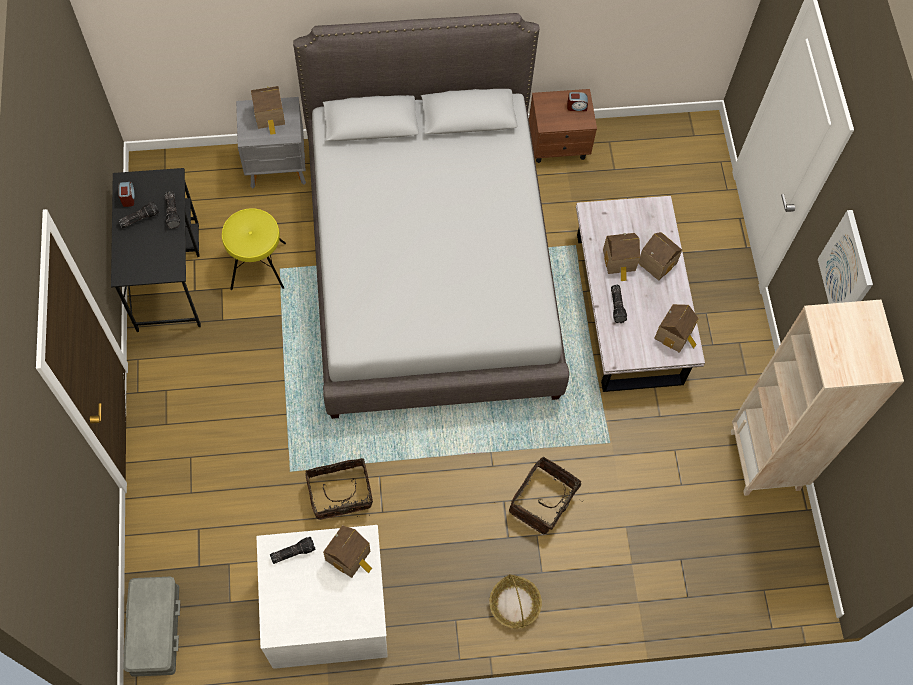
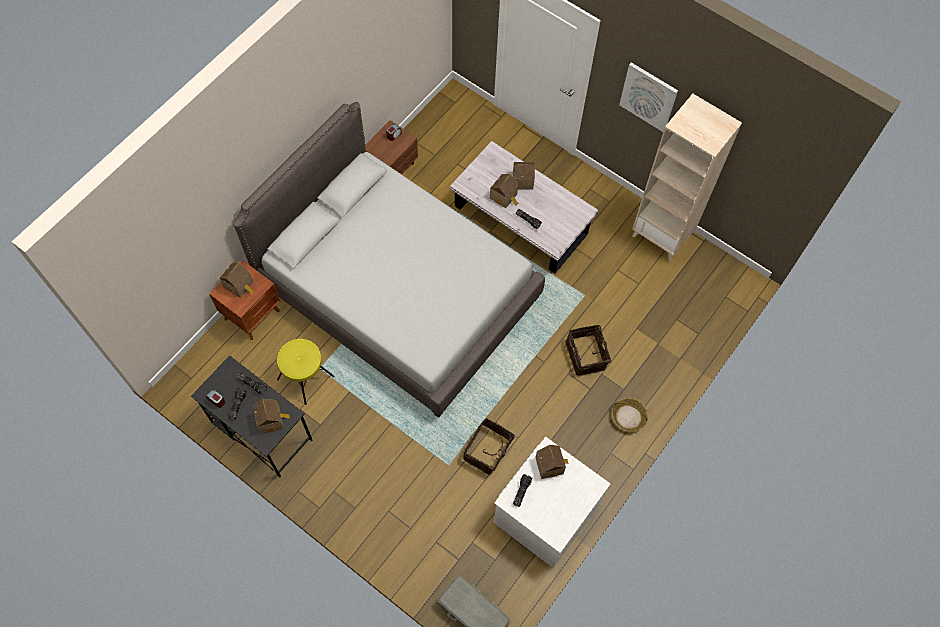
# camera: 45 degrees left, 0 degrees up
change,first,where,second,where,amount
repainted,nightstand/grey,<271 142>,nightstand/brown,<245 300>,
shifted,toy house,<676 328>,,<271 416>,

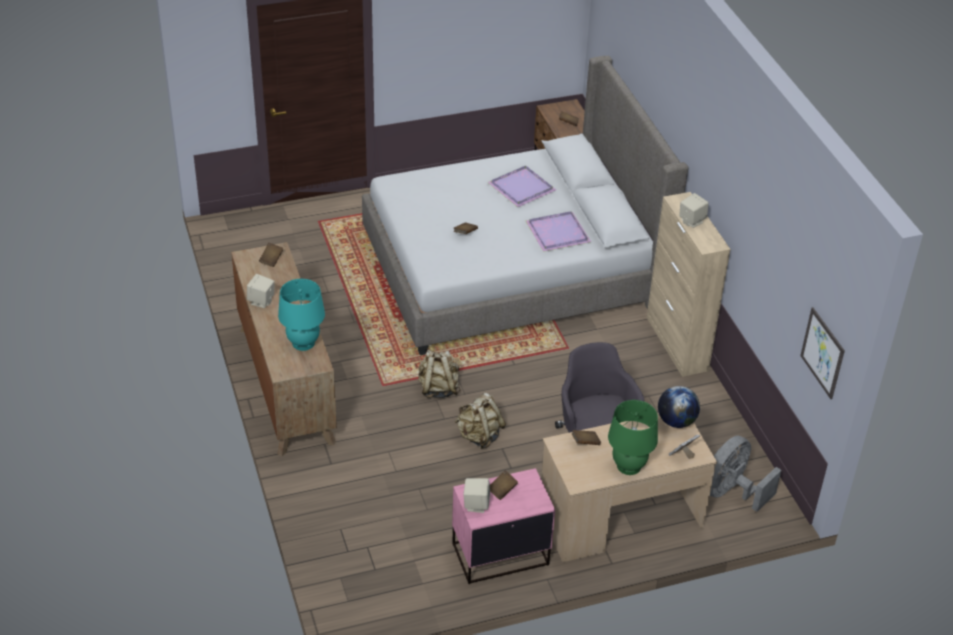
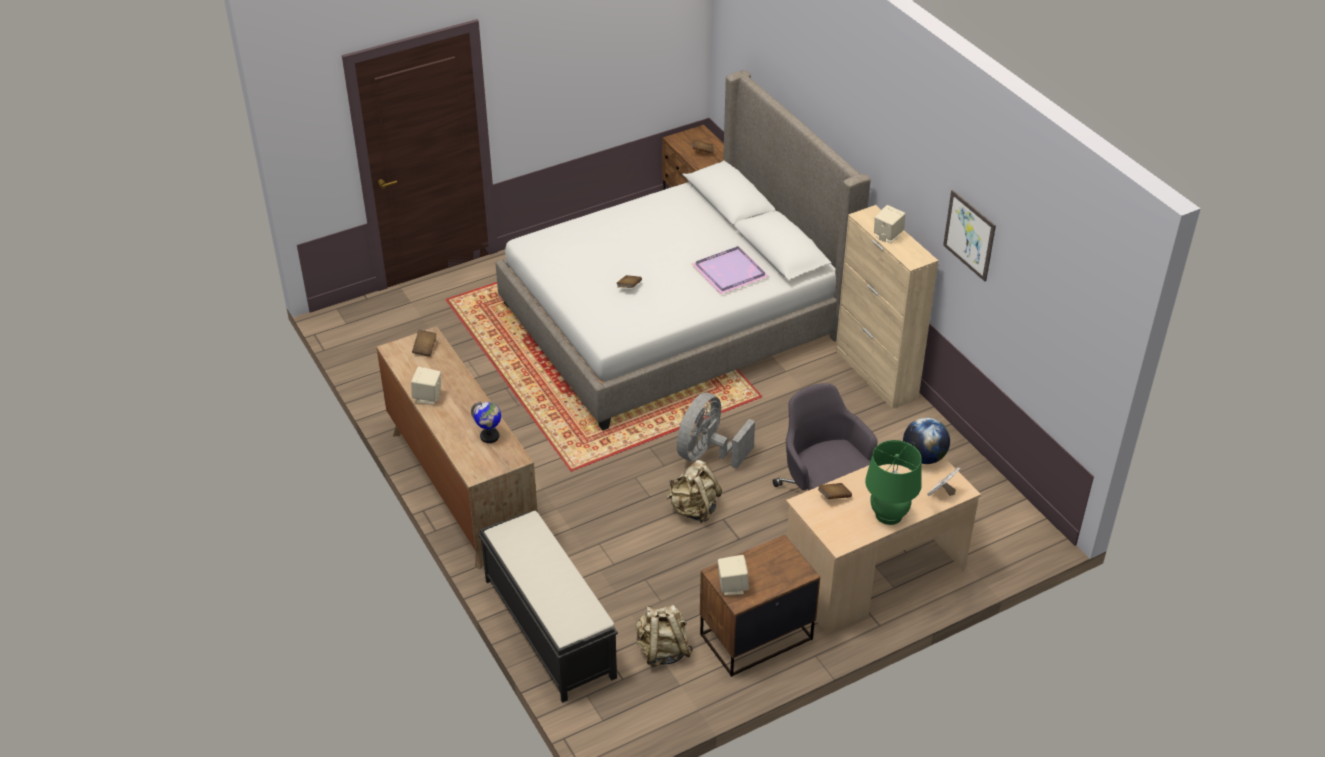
# camera: 10 degrees left, 0 degrees up
change,first,where,second,where,amount
swapped,table lamp/turquoise,<301 315>,globe,<486 422>,
new,,,bench/black,<548 607>,
shifted,backpack/beige,<439 374>,,<664 636>,
shifted,fan/grey,<745 474>,,<716 431>,
repainted,nightstand/pink,<503 526>,nightstand/brown,<760 606>,
shifted,picture,<822 353>,,<969 235>,
gone,tray/purple,<521 186>,,,
gone,book/brown,<504 485>,,,

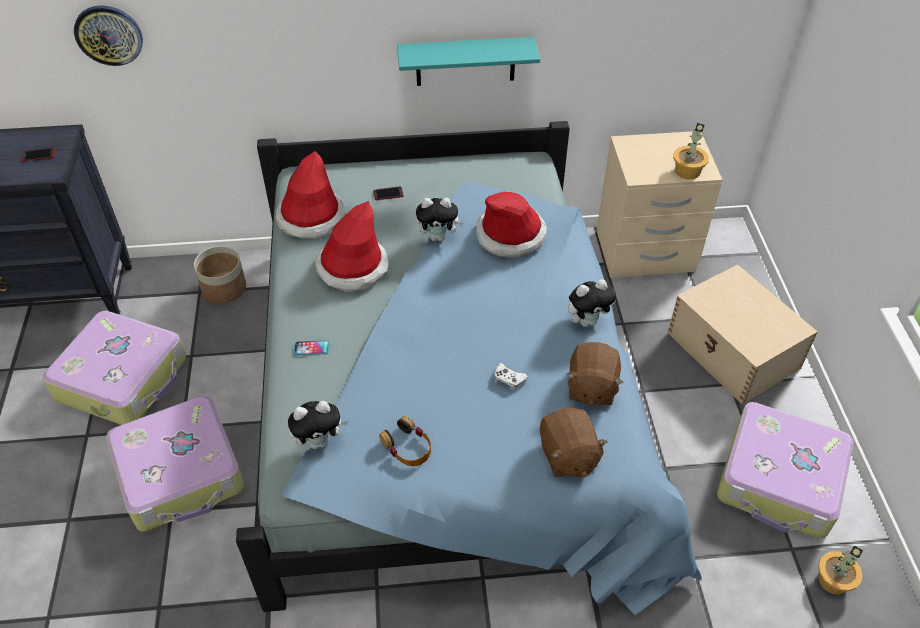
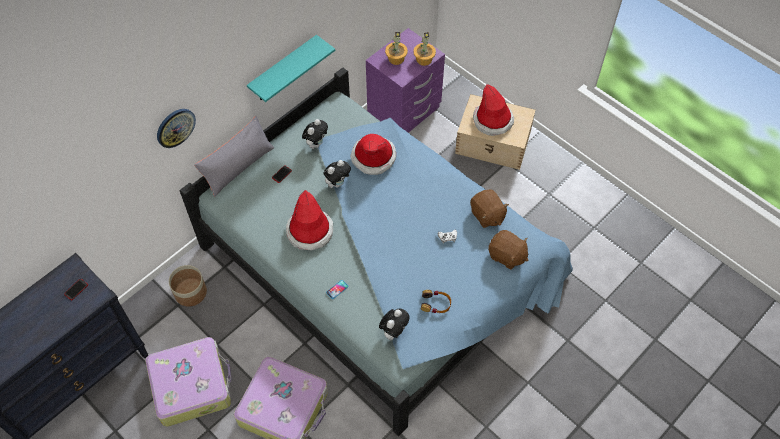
# camera: 40 degrees left, 10 degrees up
change,first,where,second,where,amount
shifted,wall clock,<108 35>,,<176 128>,
new,,,pillow/grey,<234 156>,
shifted,plush toy,<592 303>,,<315 134>,
repainted,nightstand/beige,<659 204>,nightstand/purple,<405 80>,
shifted,potted plant,<840 570>,,<396 48>,
shifted,hat,<311 195>,,<493 110>,
gone,suitcase,<785 470>,,,

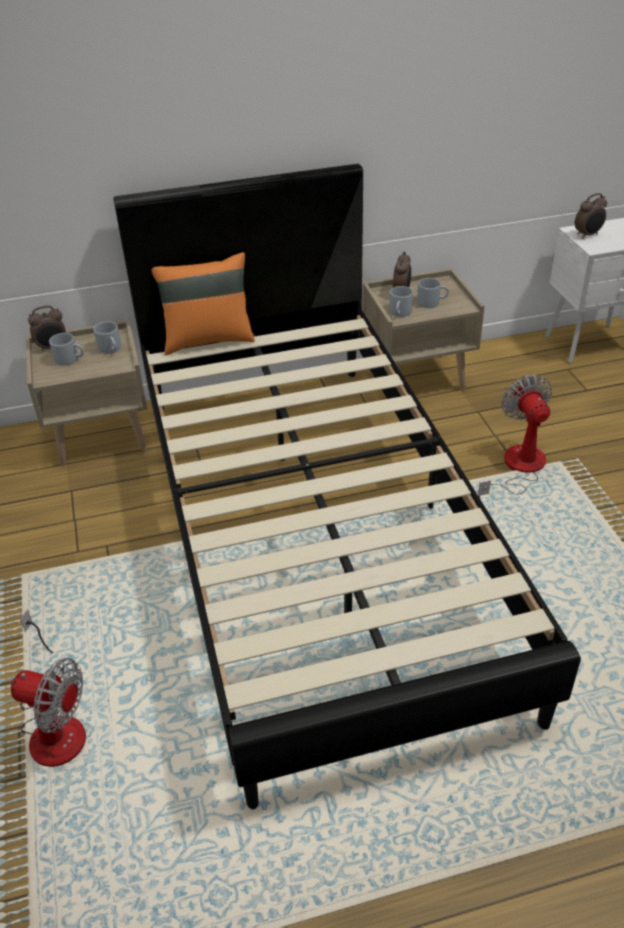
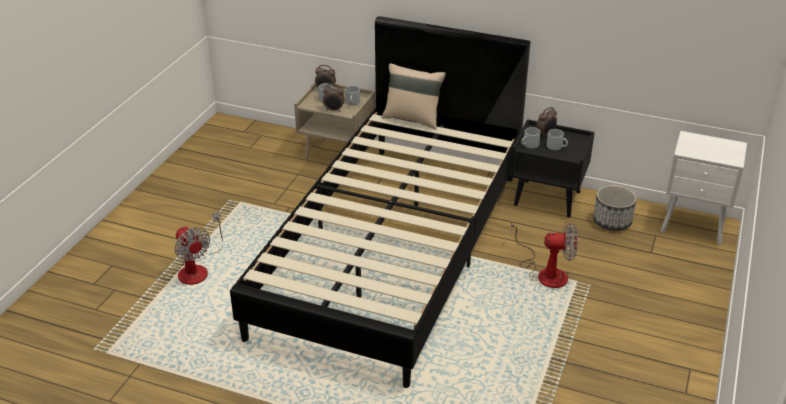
# camera: 35 degrees right, 5 degrees down
change,first,where,second,where,amount
shifted,alarm clock,<591 216>,,<333 98>,
repainted,pillow/orange,<203 303>,pillow/beige,<414 97>,
repainted,nightstand/beige,<423 329>,nightstand/black,<552 168>,
rotated,fan,<515 436>,,<544 253>,75 degrees clockwise
new,,,planter,<615 208>,

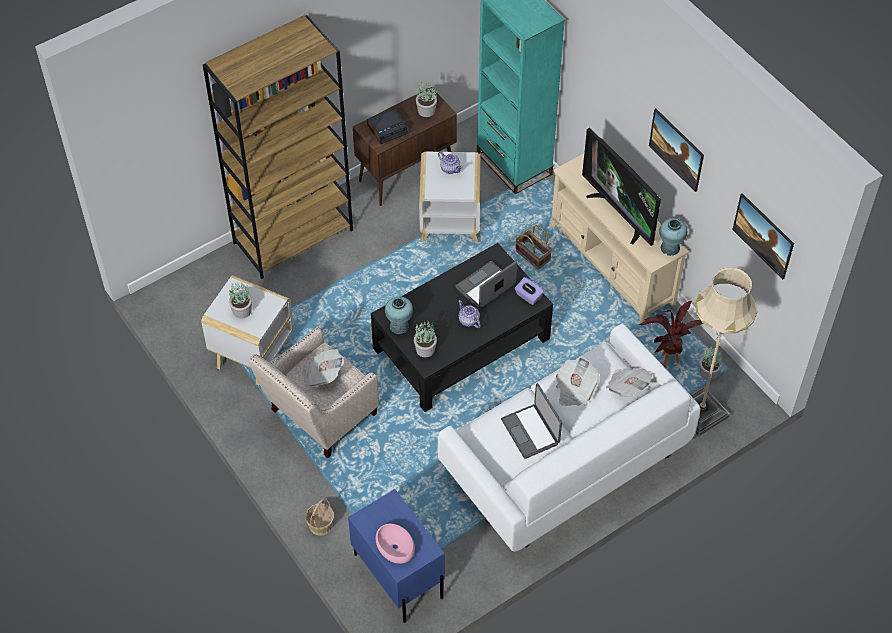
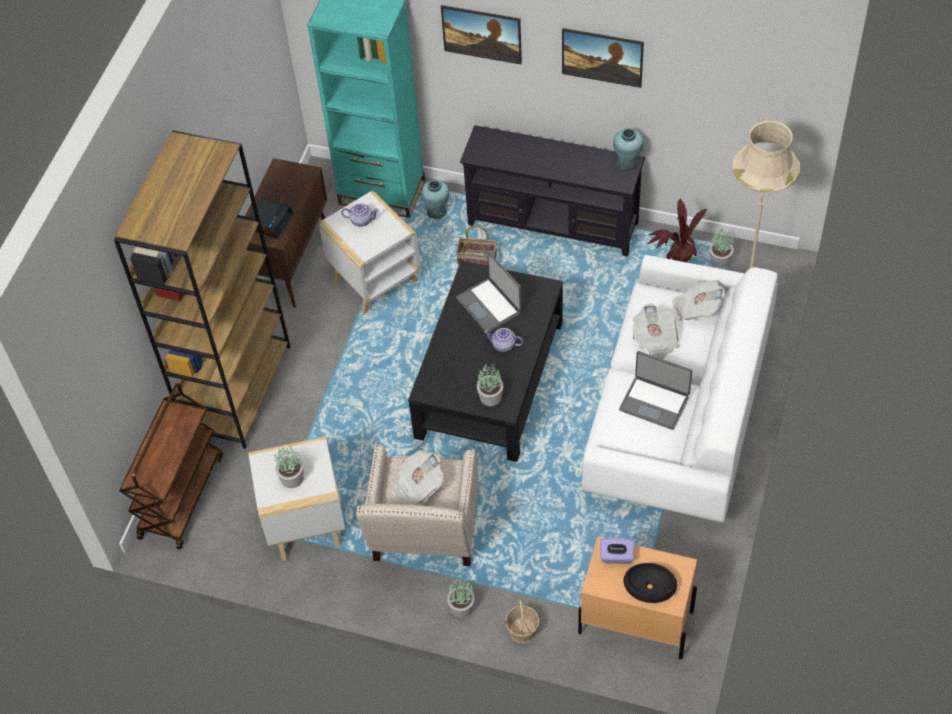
# camera: 35 degrees left, 0 degrees up
change,first,where,second,where,amount
new,,,cart/brown,<171 466>,
shifted,vase/turquoise,<399 315>,,<435 200>,
shifted,picture,<763 236>,,<481 34>,
shifted,potted plant,<426 99>,,<461 598>,
rotated,laptop,<486 285>,,<489 292>,45 degrees counterclockwise
repainted,tv stand/beige,<620 238>,tv stand/black,<552 191>,
repainted,nightstand/blue,<396 556>,nightstand/beige,<637 598>,
shifted,tissue box/purple,<529 291>,,<617 551>,
repainted,bowl/pink,<395 544>,bowl/black,<650 583>,
gone,television,<621 187>,,,

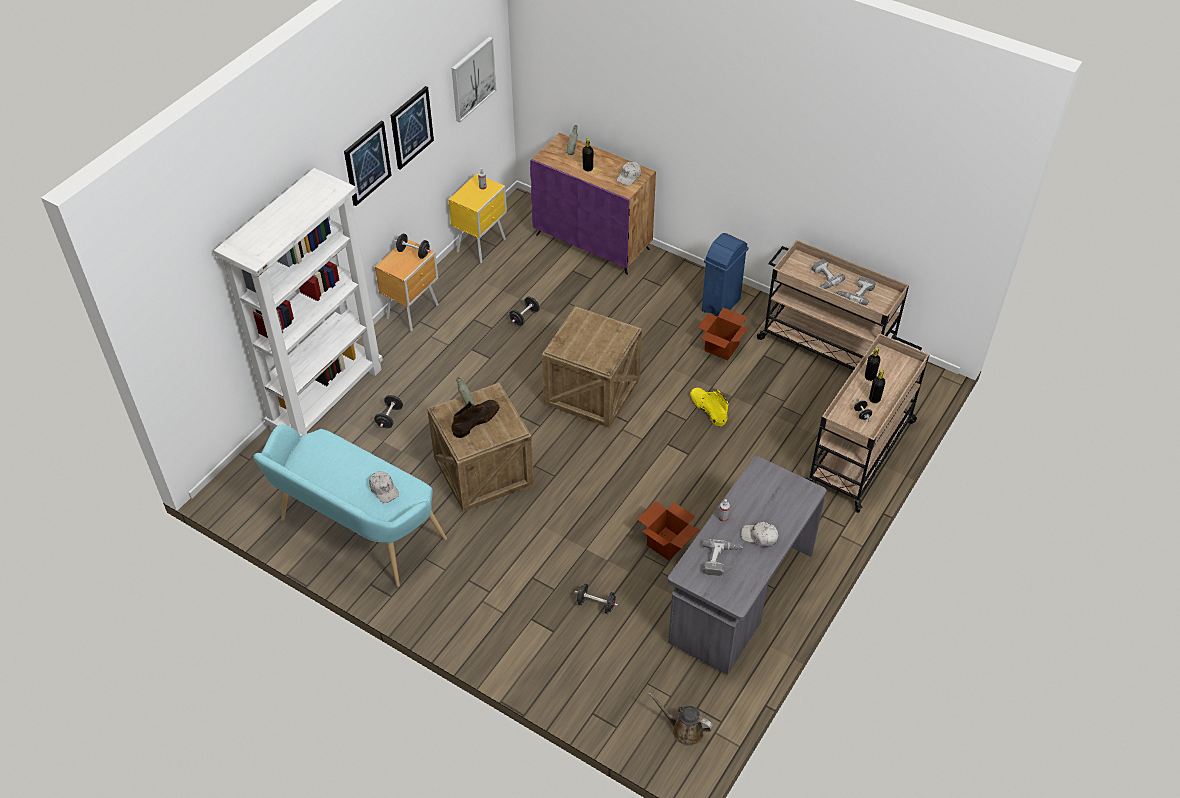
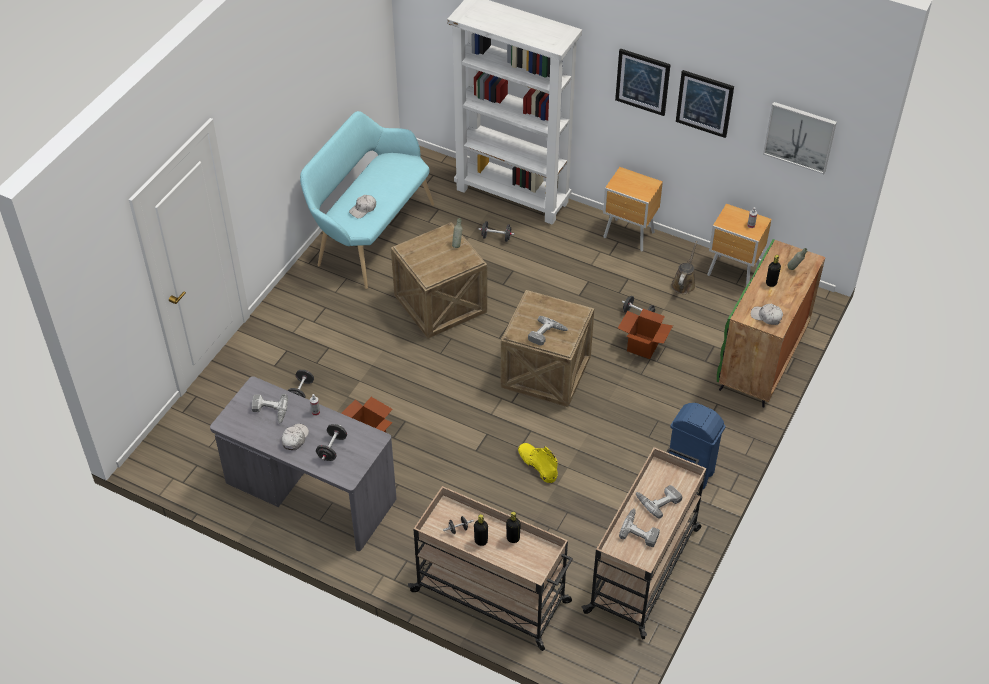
# camera: 85 degrees right, 0 degrees up
change,first,where,second,where,amount
shifted,dumbbell/black,<413 246>,,<331 442>,
rotated,boot/yellow,<709 407>,,<538 463>,90 degrees counterclockwise
new,,,power drill,<548 331>,
shifted,cardboard box,<723 334>,,<645 334>,
shifted,watering can/brown,<680 719>,,<684 267>,
repainted,nightstand/yellow,<477 218>,nightstand/brown,<739 245>,
repainted,cabinet/purple,<593 204>,cabinet/green,<771 323>,
gone,boot/brown,<475 419>,,,

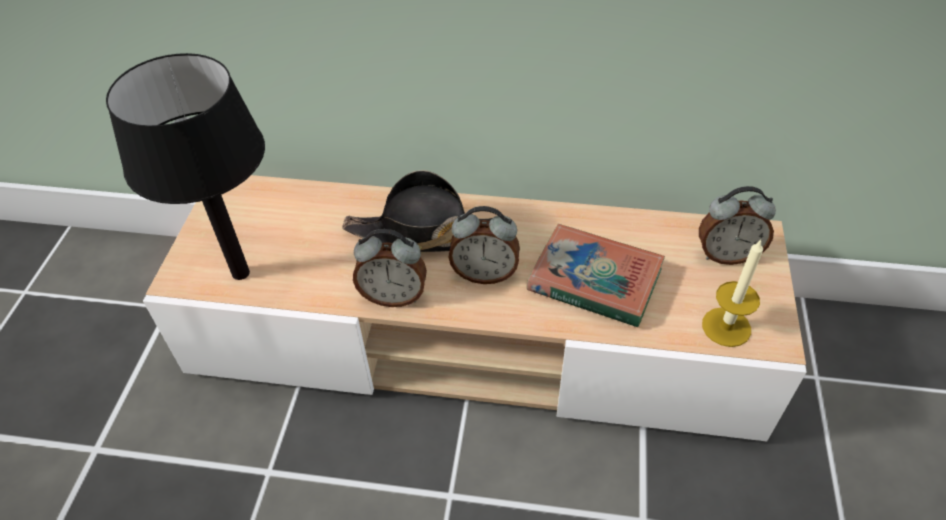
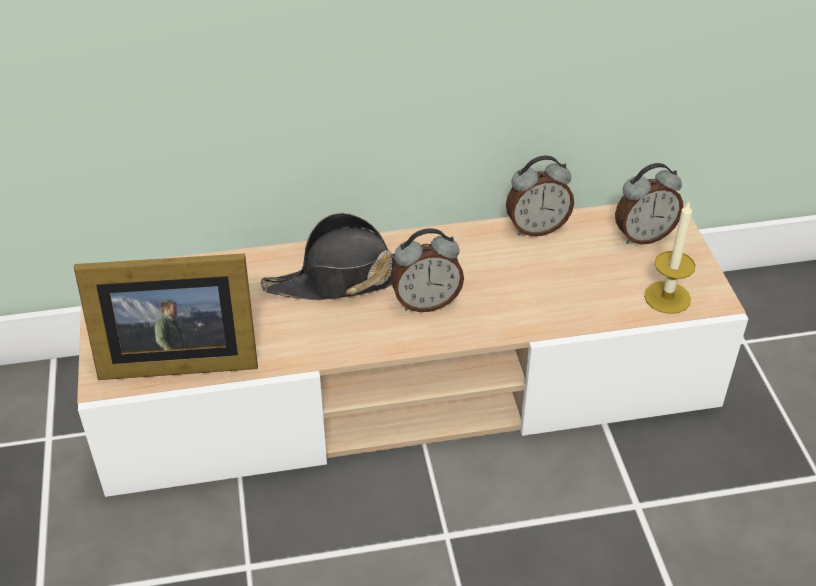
# camera: 20 degrees left, 5 degrees down
change,first,where,second,where,amount
swapped,table lamp/black,<185 166>,picture frame,<166 316>,
shifted,alarm clock,<390 268>,,<540 196>,
gone,book,<596 275>,,,

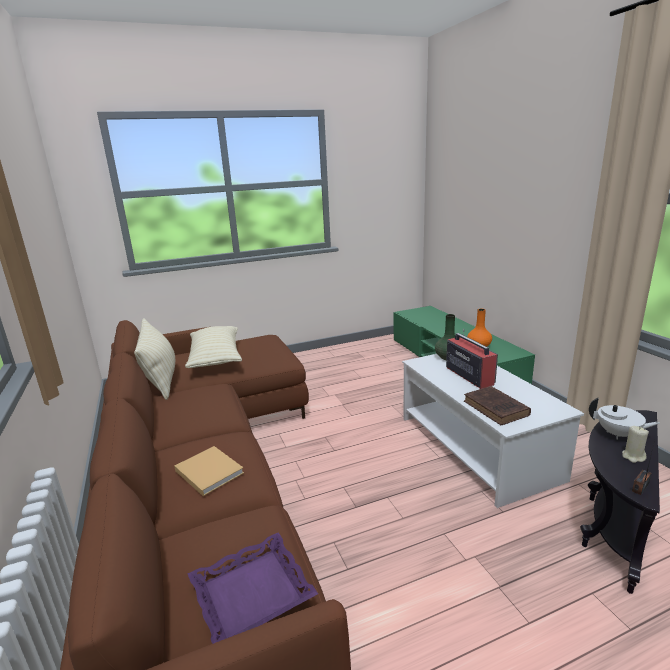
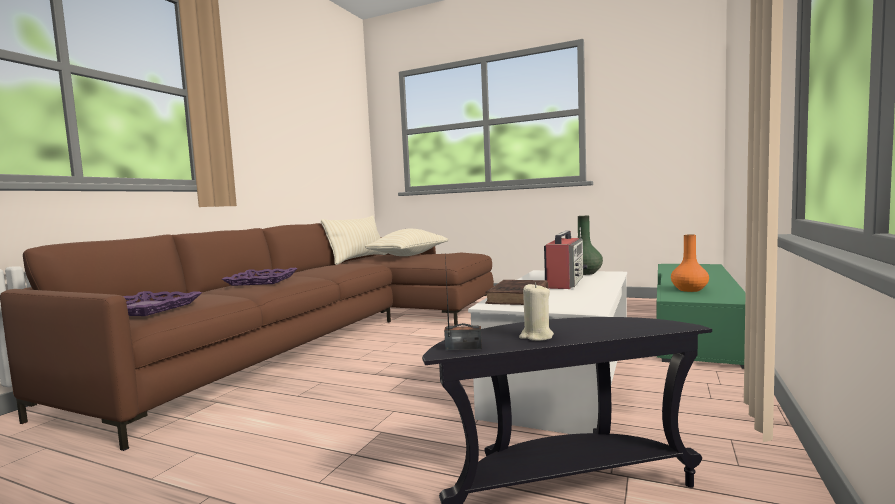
# camera: 45 degrees right, 15 degrees down
change,first,where,second,where,amount
swapped,book/beige,<209 471>,tray/purple,<260 277>,
gone,teapot/white,<624 419>,,,

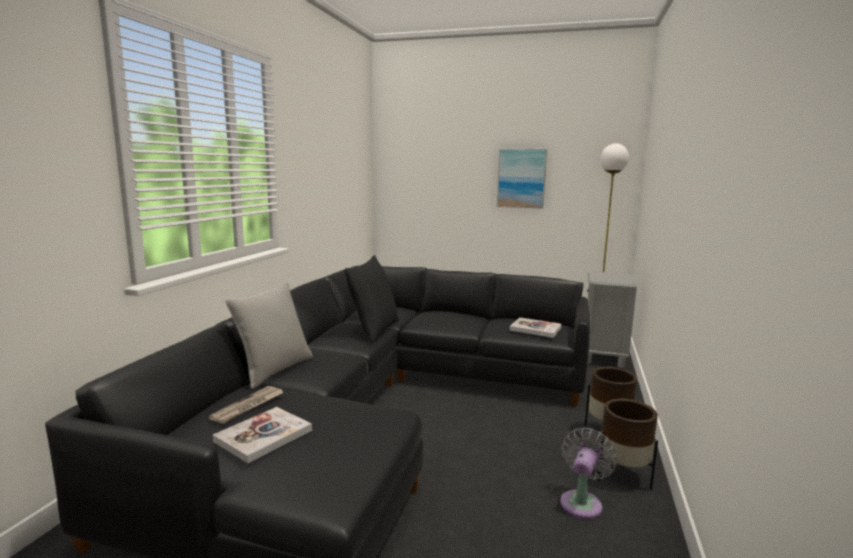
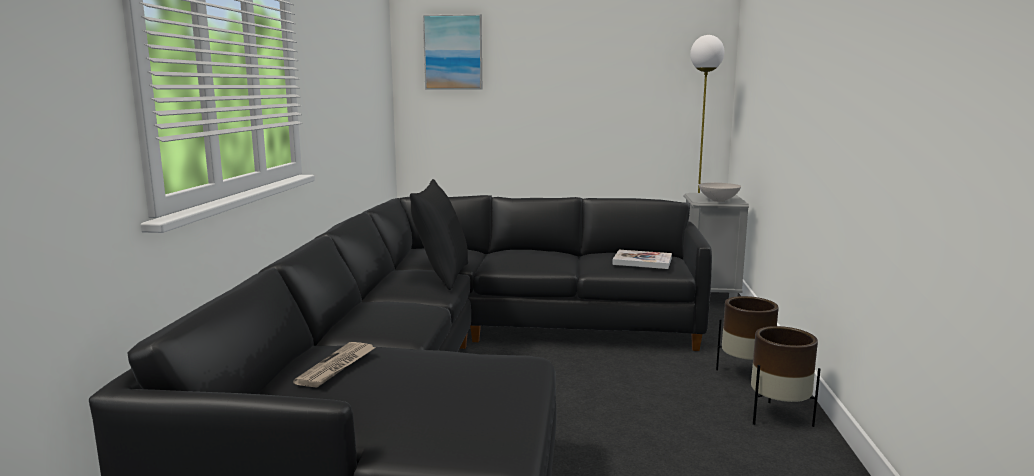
# camera: 10 degrees left, 0 degrees up
change,first,where,second,where,amount
shifted,picture,<522 179>,,<452 52>,
new,,,bowl/white,<720 192>,
gone,book,<262 435>,,,
gone,pillow/grey,<269 335>,,,
gone,fan/grey,<589 473>,,,

